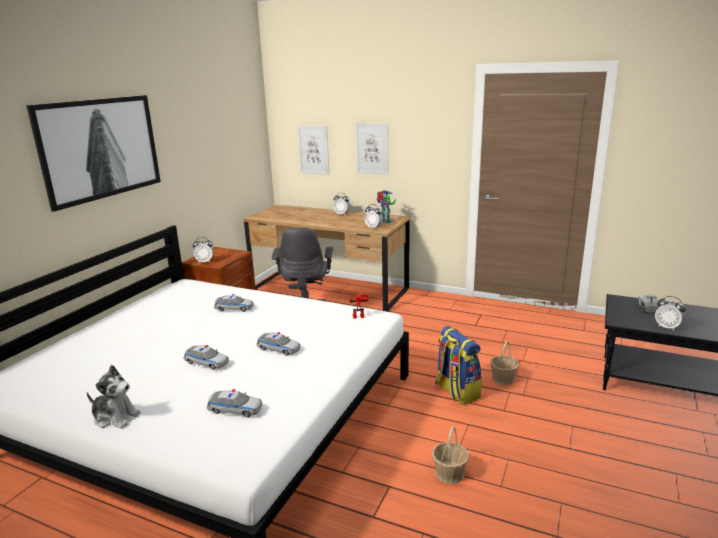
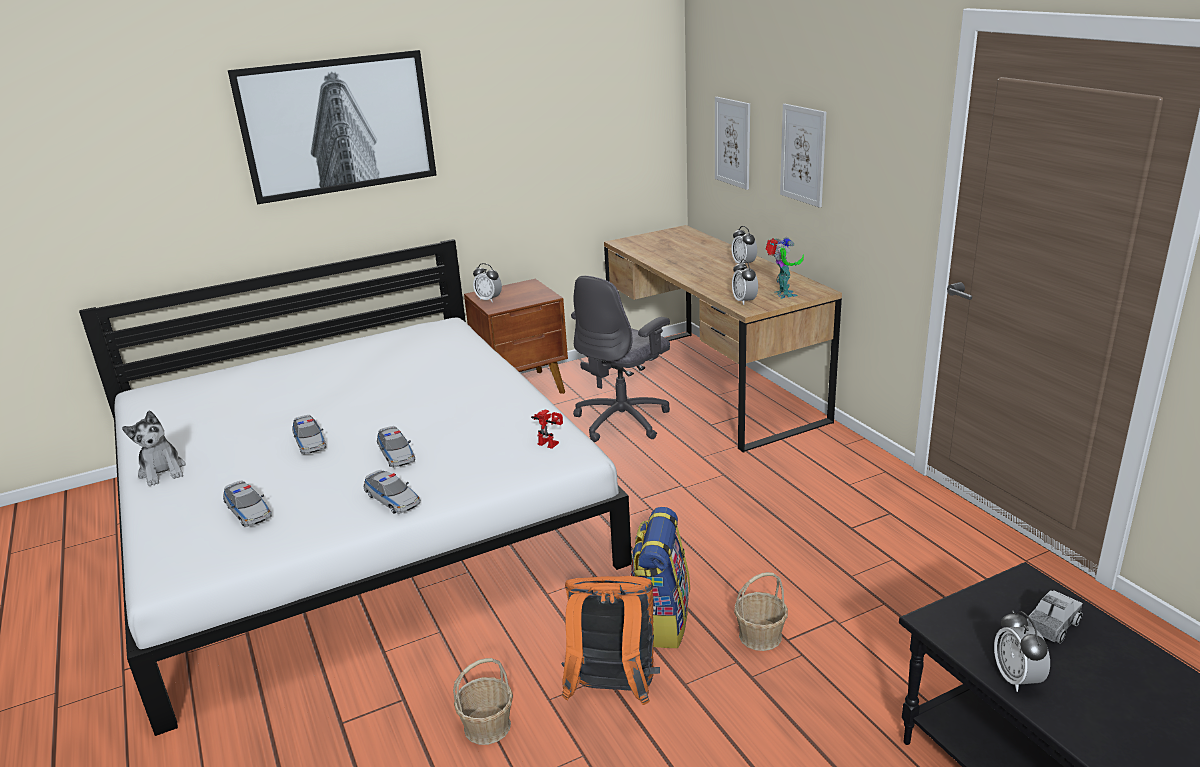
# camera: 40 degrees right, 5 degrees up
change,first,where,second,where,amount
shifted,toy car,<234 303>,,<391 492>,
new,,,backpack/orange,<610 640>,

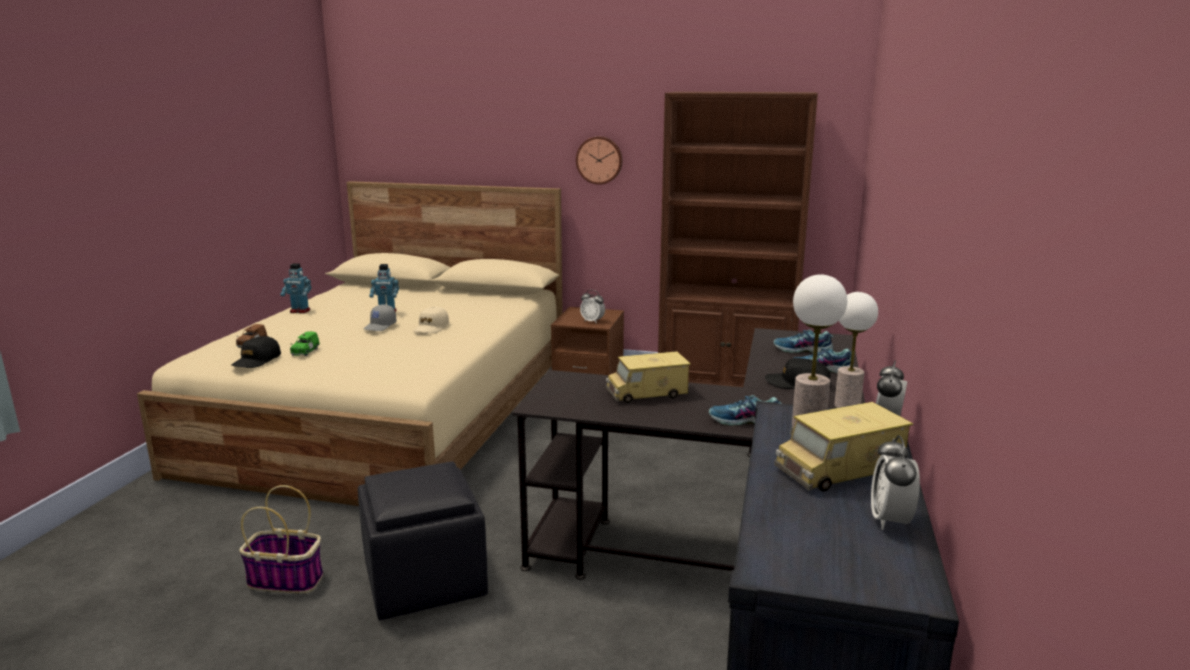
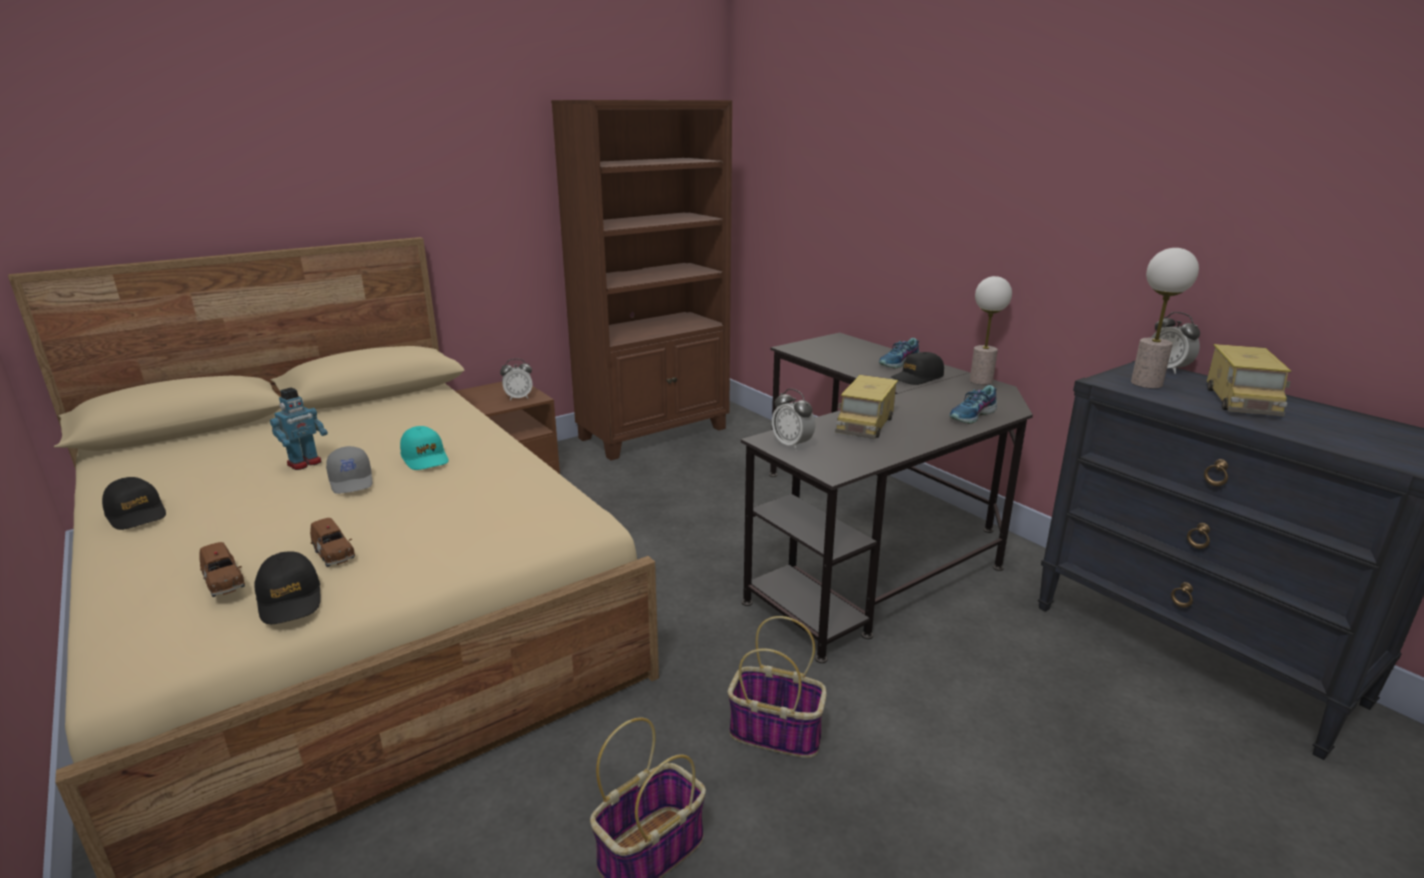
# camera: 50 degrees left, 5 degrees up
change,first,where,second,where,amount
swapped,toy robot,<295 288>,cap/black,<134 503>,
repainted,toy car/green,<305 343>,toy car/brown,<332 542>,
repainted,cap/beige,<431 319>,cap/turquoise,<424 448>,
swapped,ottoman/black,<423 540>,basket,<777 687>,
shifted,alarm clock,<895 482>,,<793 420>,
gone,wall clock,<599 160>,,,
gone,shoe,<803 341>,,,

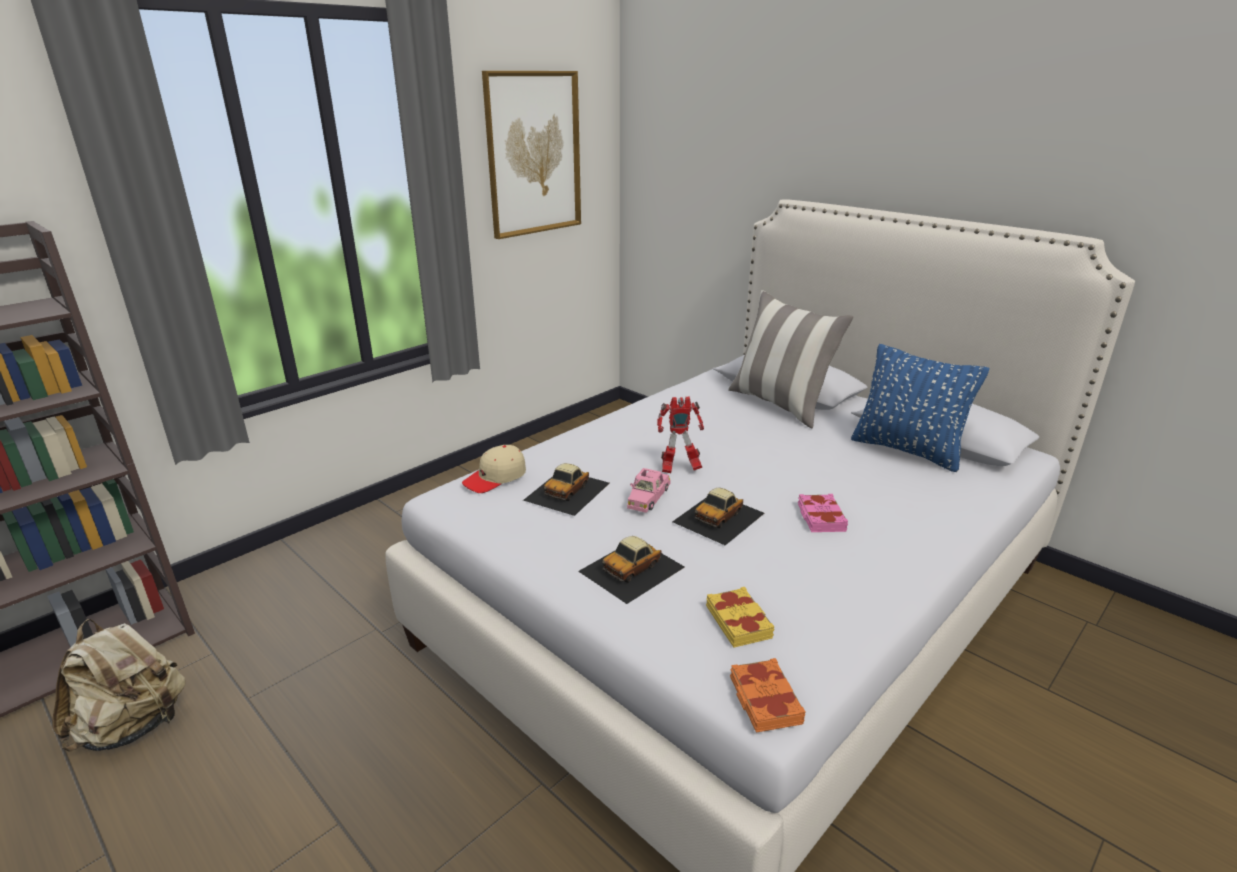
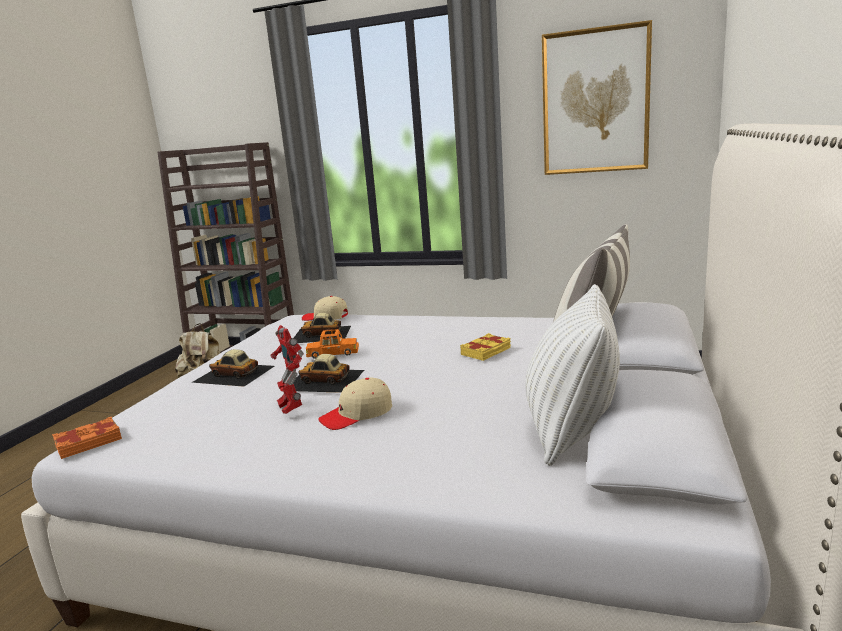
# camera: 65 degrees right, 10 degrees down
change,first,where,second,where,amount
shifted,toy robot,<680 434>,,<287 369>,
repainted,toy car/pink,<648 490>,toy car/orange,<332 344>,
swapped,book/pink,<823 513>,cap/beige,<355 403>,
shifted,book/yellow,<740 617>,,<485 347>,
repainted,pillow/blue,<920 408>,pillow/white,<572 375>,

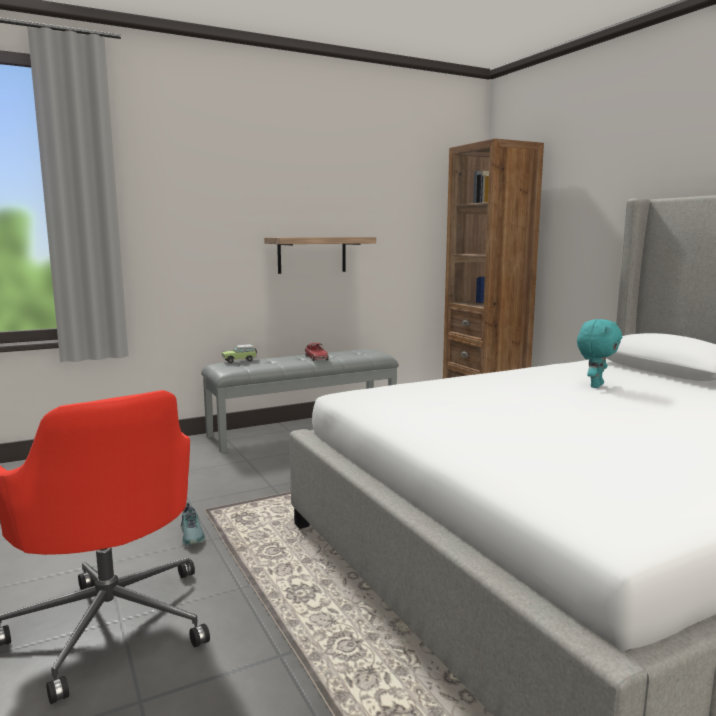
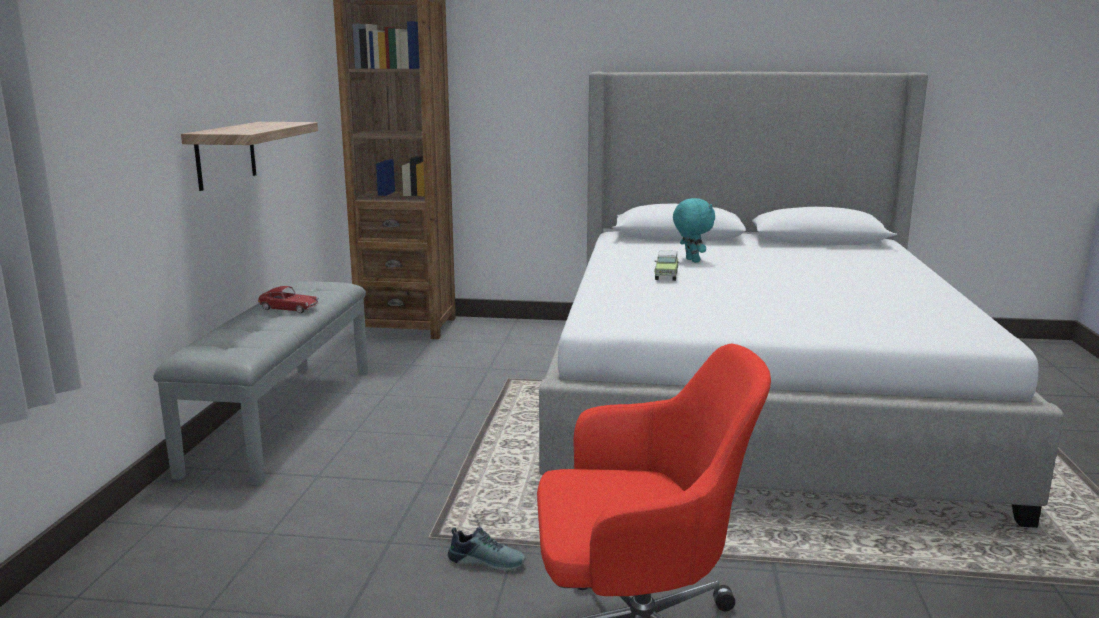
# camera: 55 degrees left, 5 degrees up
change,first,where,second,where,amount
shifted,toy car,<239 353>,,<666 265>,

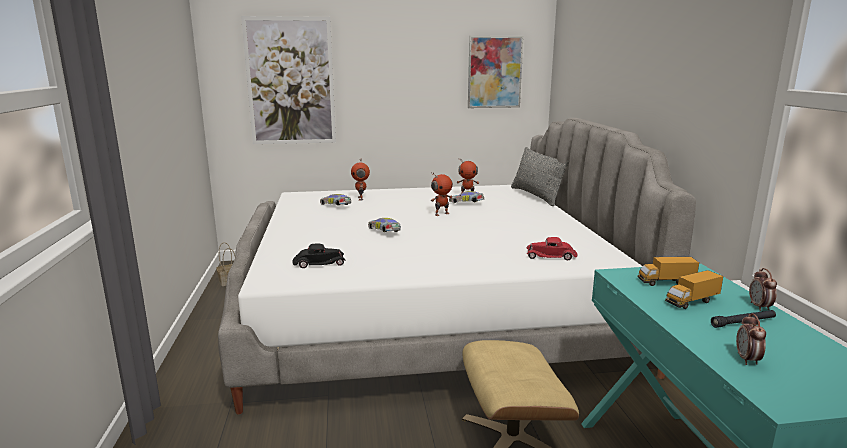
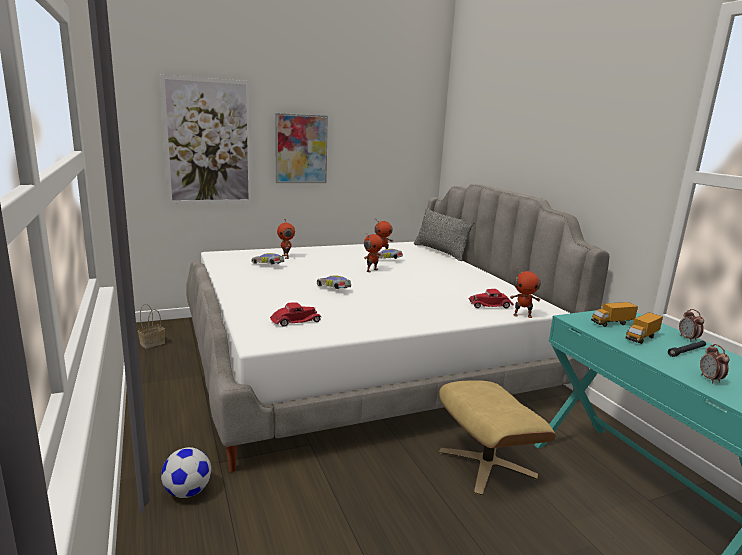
# camera: 15 degrees left, 0 degrees up
change,first,where,second,where,amount
new,,,football,<186 472>,
repainted,toy car/black,<318 256>,toy car/red,<296 314>,
shifted,picture,<496 72>,,<301 148>,
new,,,toy robot,<525 292>,

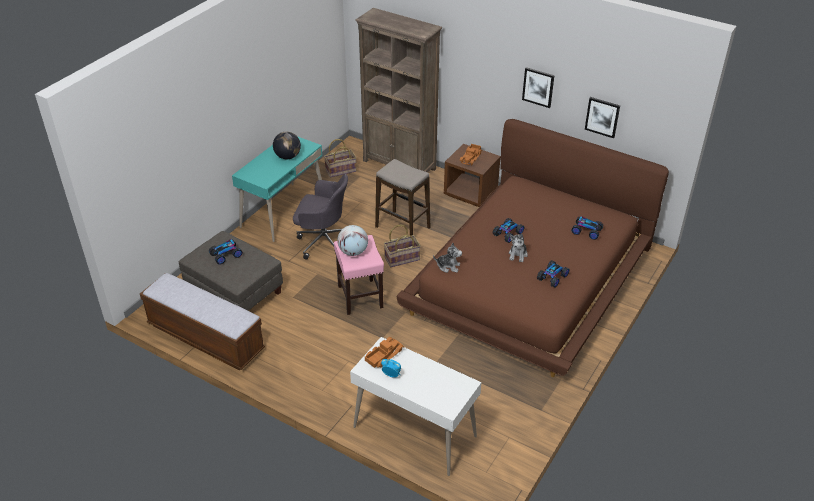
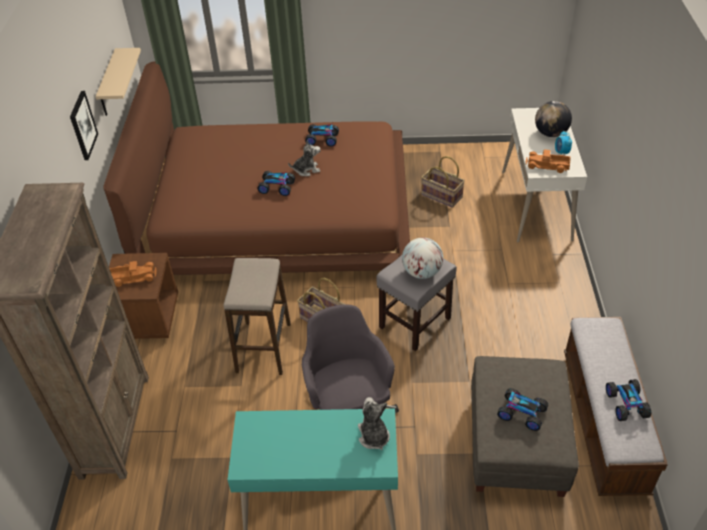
# camera: 120 degrees left, 5 degrees up
change,first,where,second,where,amount
swapped,picture,<602 117>,shelf/beige,<118 82>,
shifted,plush toy,<447 258>,,<374 423>,
repainted,stool/pink,<359 275>,stool/grey,<416 303>,
shifted,basket,<340 158>,,<443 182>,
shifted,globe,<287 145>,,<553 119>,
shifted,toy car,<587 228>,,<628 400>,

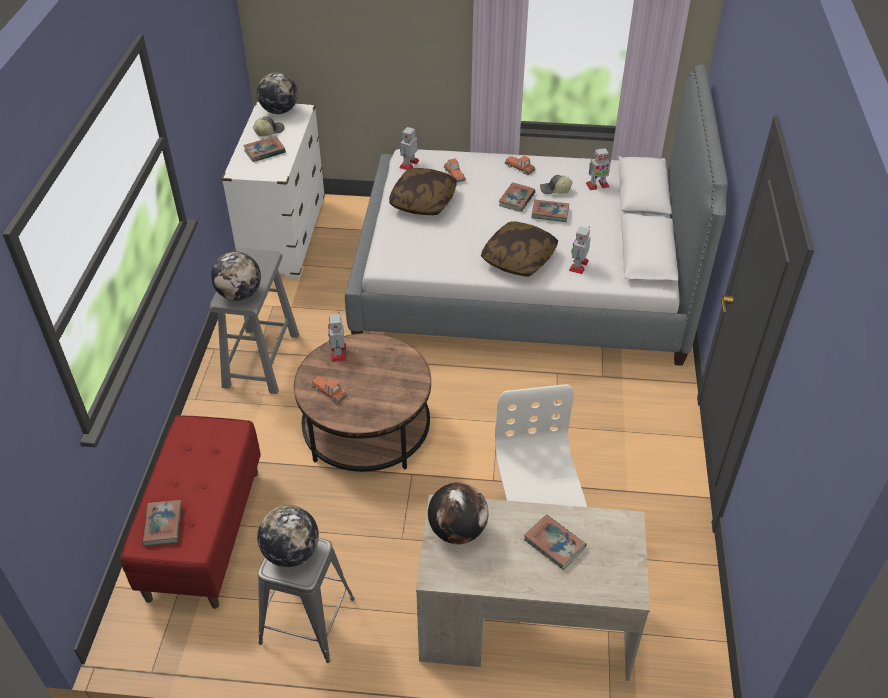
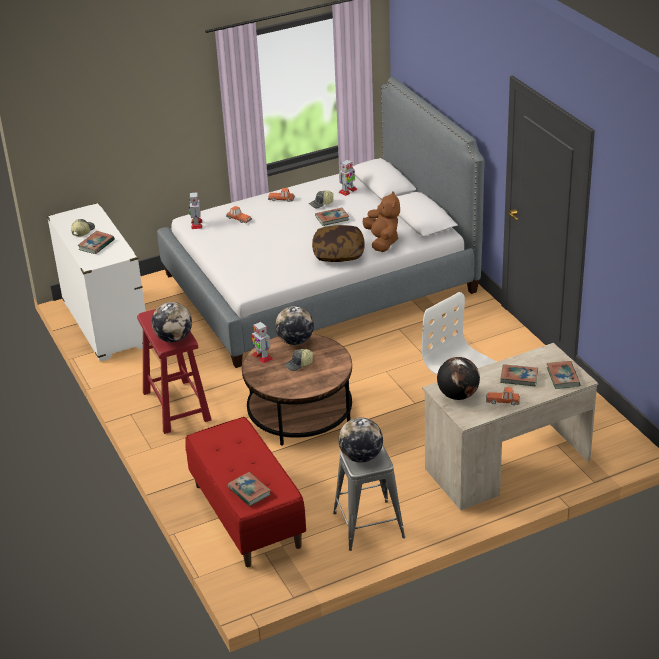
# camera: 30 degrees left, 10 degrees down
change,first,where,second,where,amount
repainted,stool/grey,<254 321>,stool/red,<174 371>,
shifted,globe,<277 93>,,<294 325>,
new,,,cap,<298 360>,
swapped,toy robot,<580 250>,plush toy/brown,<381 221>,
shifted,toy car,<329 390>,,<503 396>,
shifted,book,<517 197>,,<564 375>,
gone,pillow,<423 191>,,,

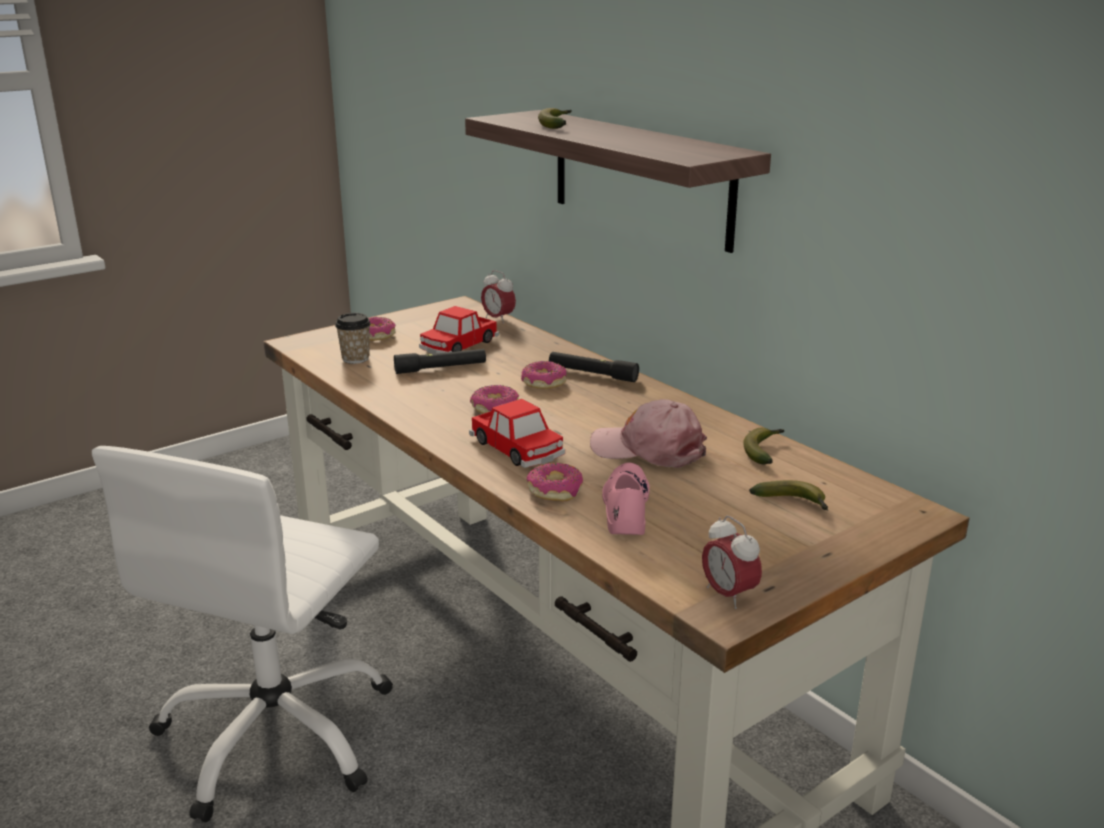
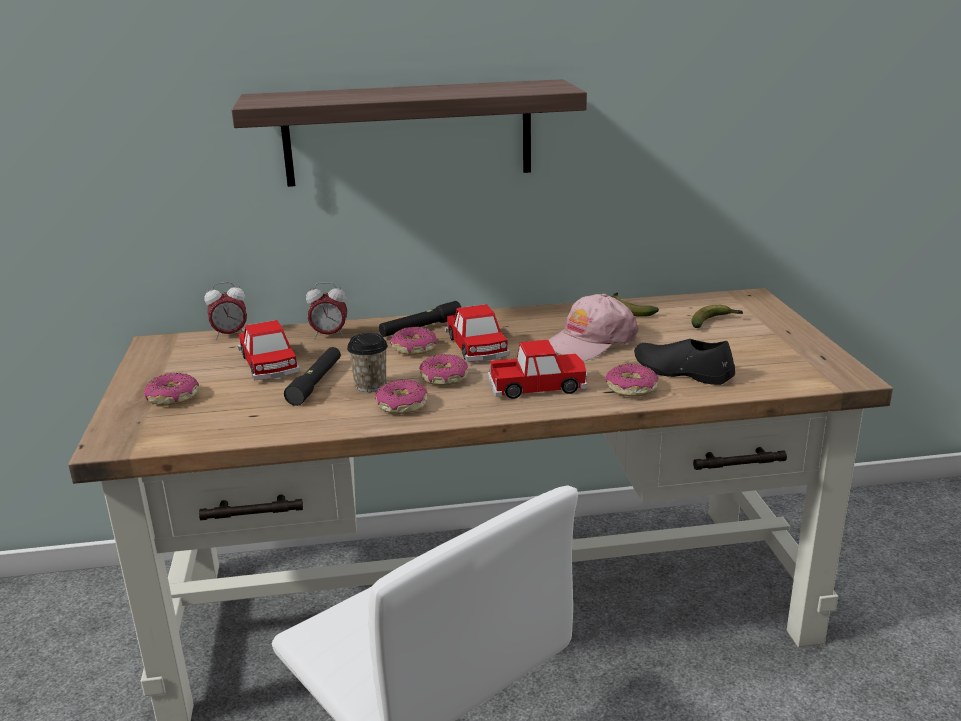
# camera: 60 degrees left, 0 degrees up
change,first,where,second,where,amount
shifted,alarm clock,<732 562>,,<326 310>,
shifted,cup,<353 338>,,<367 362>,
new,,,donut,<401 397>,
new,,,toy car,<477 333>,
repainted,shoe/pink,<626 498>,shoe/black,<684 362>,
gone,banana,<554 118>,,,

